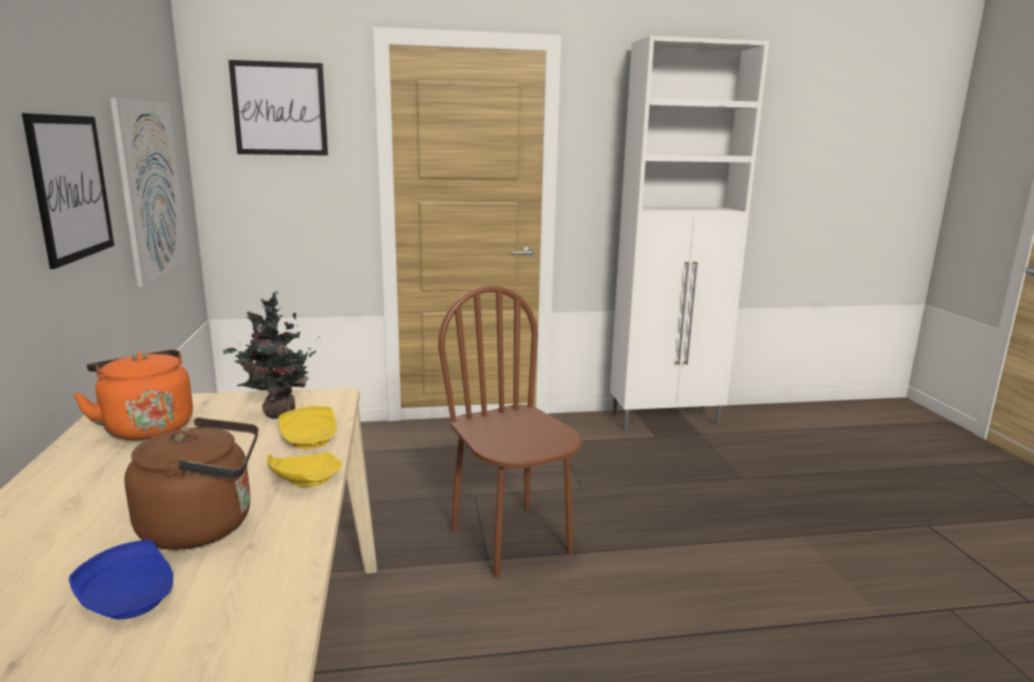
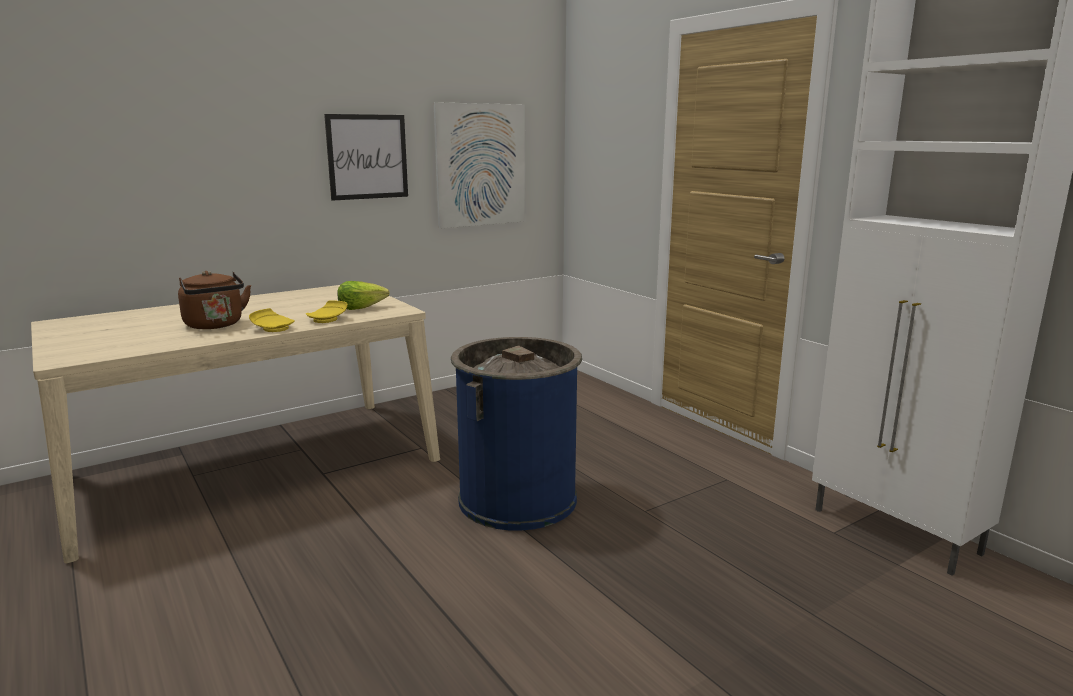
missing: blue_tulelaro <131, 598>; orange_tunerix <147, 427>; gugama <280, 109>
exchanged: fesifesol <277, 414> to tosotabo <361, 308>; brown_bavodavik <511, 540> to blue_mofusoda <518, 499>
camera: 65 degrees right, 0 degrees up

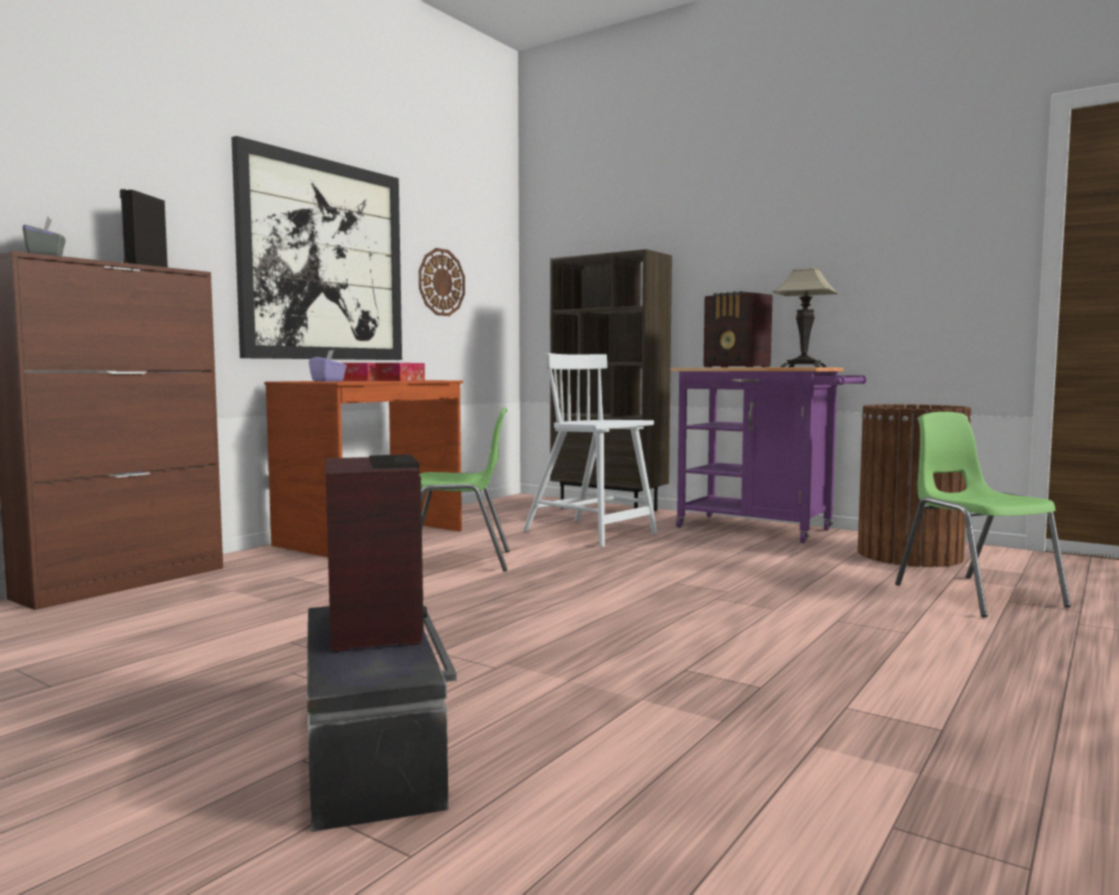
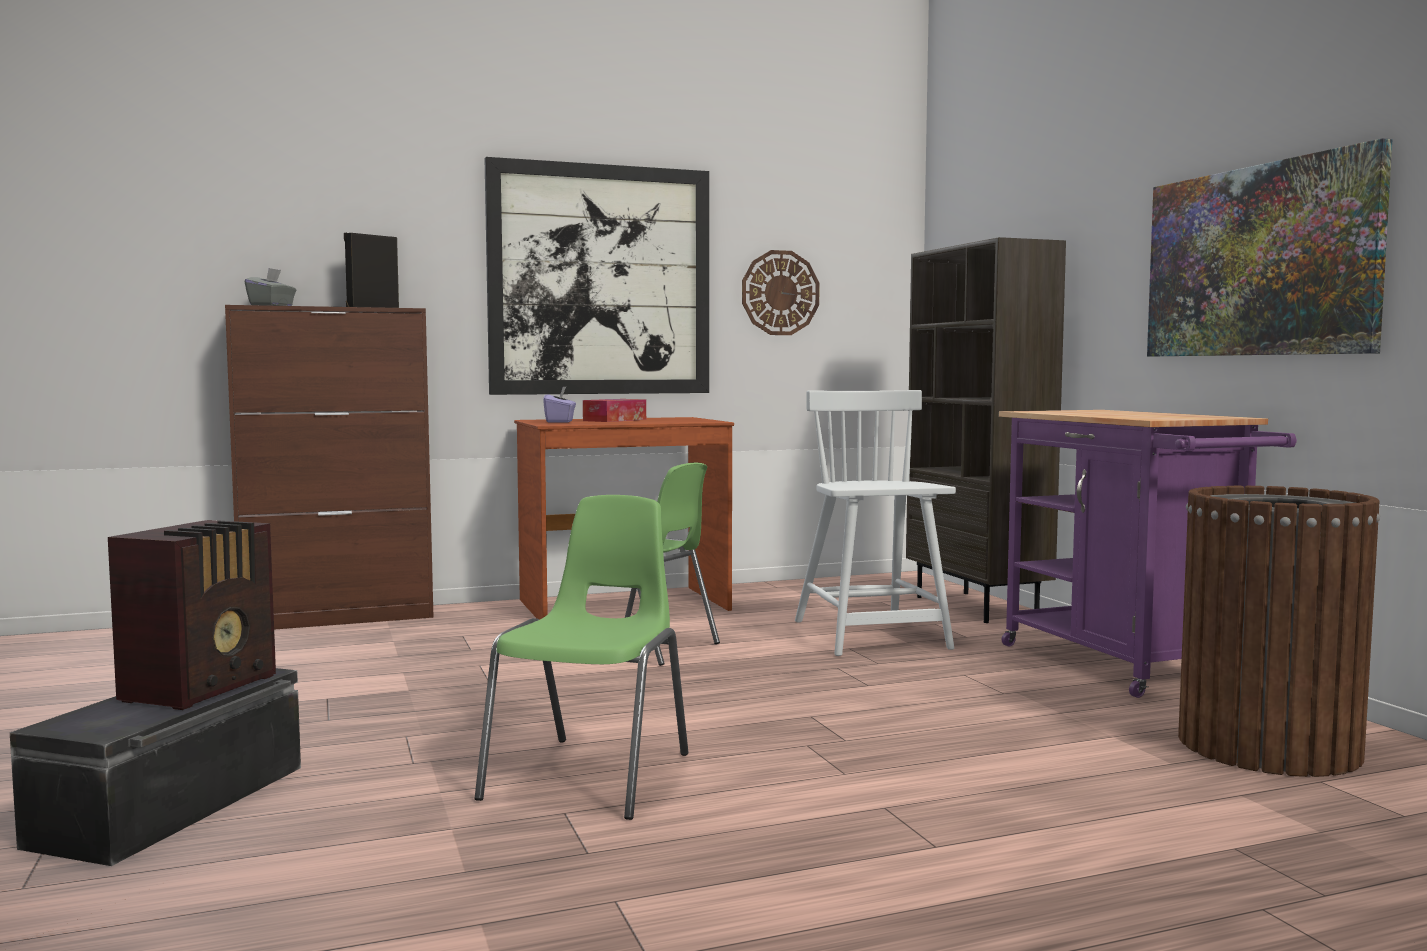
missing: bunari <400, 380>; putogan <737, 367>; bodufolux <804, 367>
appeared: gugama <1258, 261>
relocated: green_bavodavik <975, 595> to <592, 775>
camera: 35 degrees right, 0 degrees up

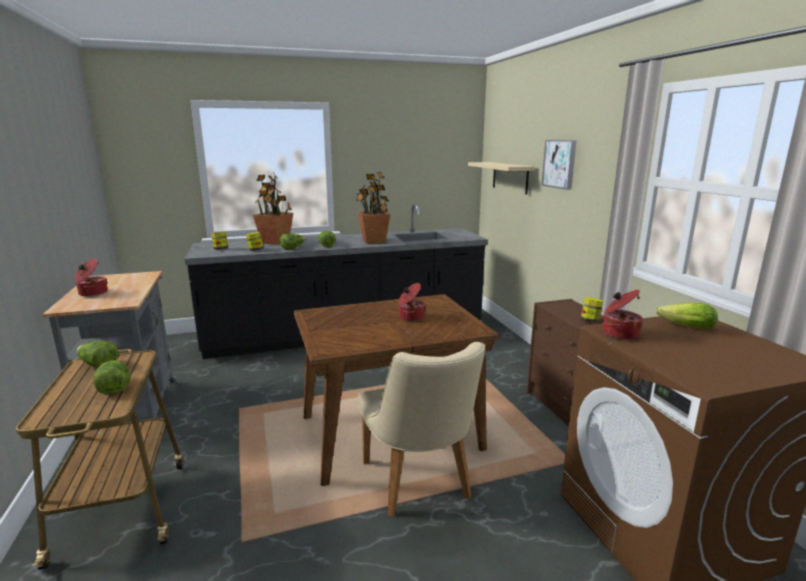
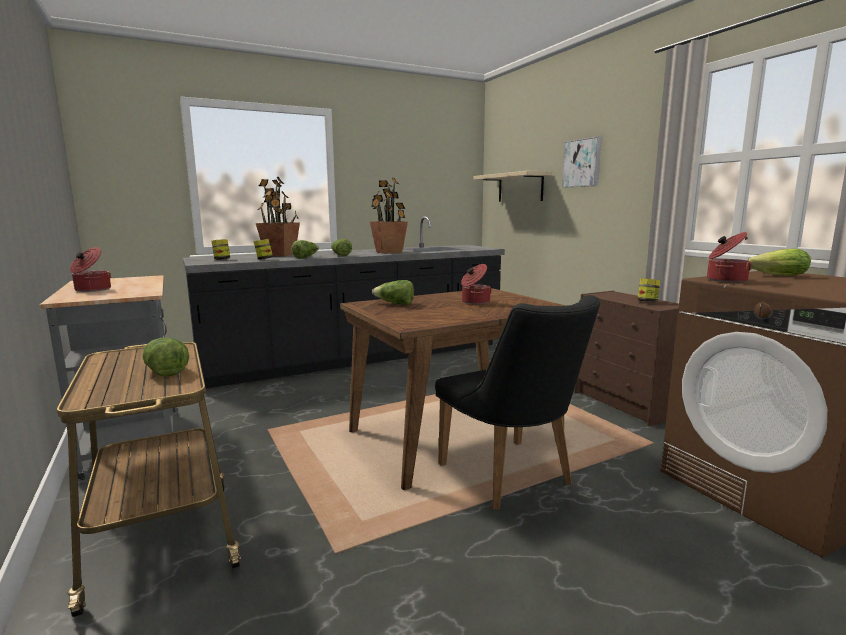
relocated: tosotabo <98, 365> to <395, 304>
colour: beige_bavodavik <420, 486> to black_bavodavik <513, 479>
camera: 10 degrees left, 5 degrees down

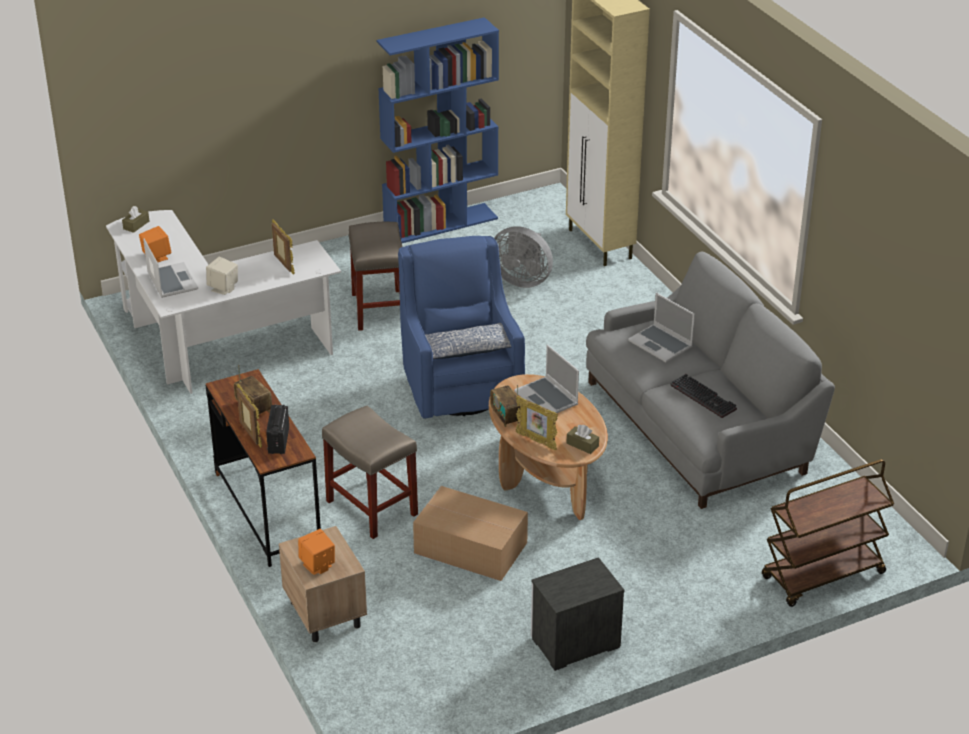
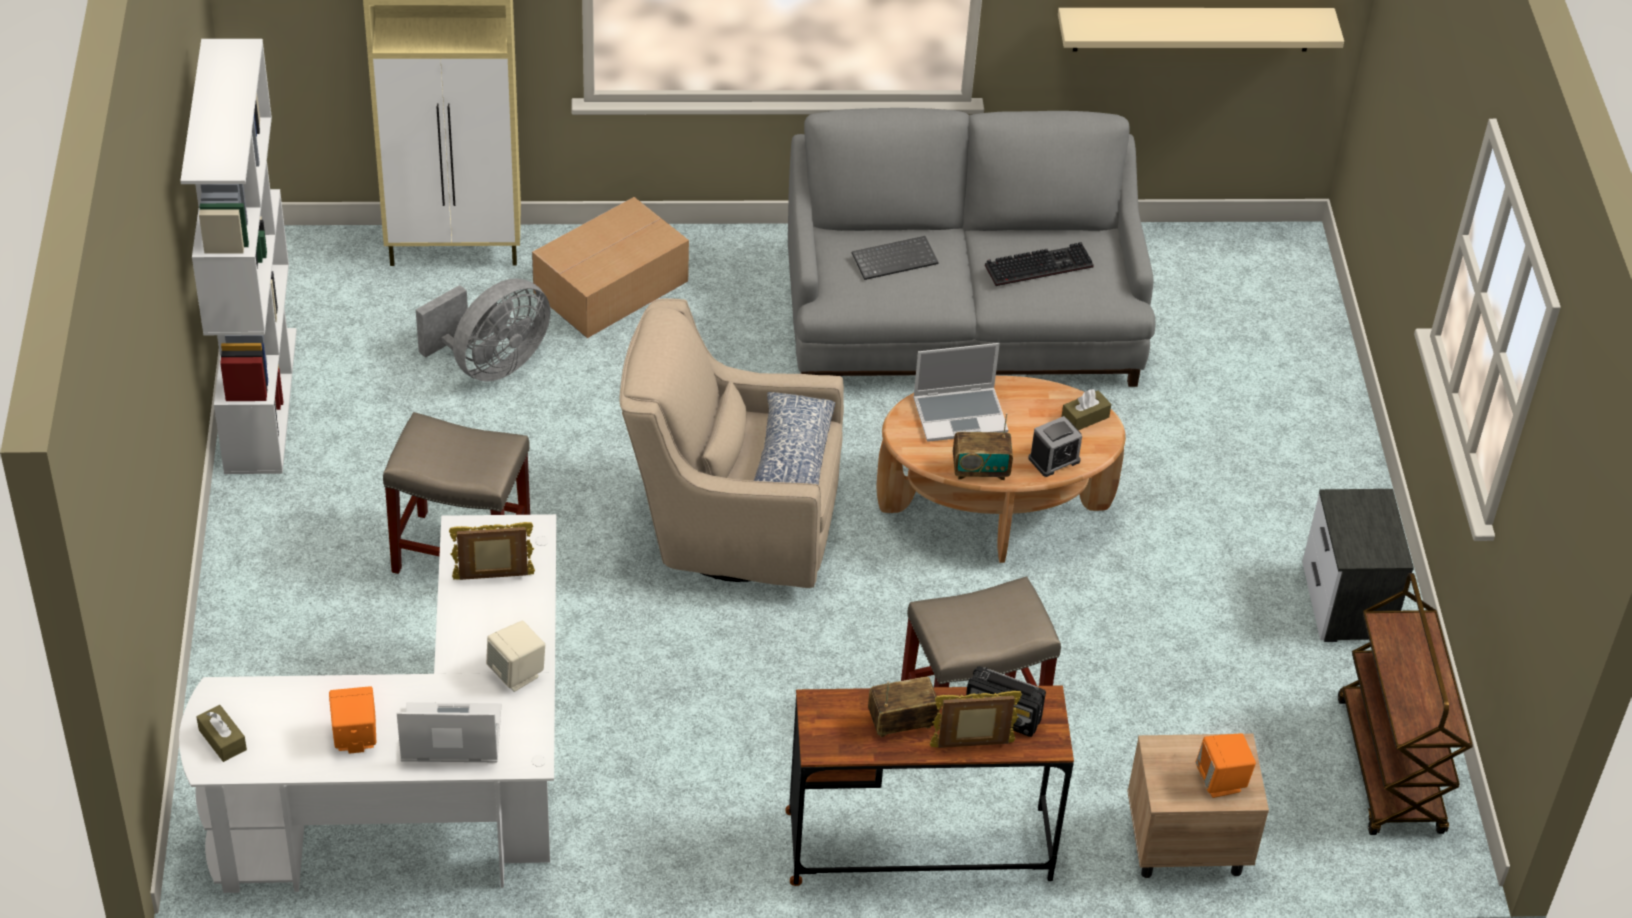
appeared: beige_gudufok <1193, 29>
relocated: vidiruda <471, 548> to <613, 286>; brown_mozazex <822, 576> to <1390, 767>
exchanged: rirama <536, 441> to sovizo <1054, 459>; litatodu <661, 344> to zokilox <895, 258>
colour: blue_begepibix <441, 224> to white_begepibix <260, 399>; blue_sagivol <460, 387> to beige_sagivol <730, 528>
camera: 70 degrees left, 10 degrees up

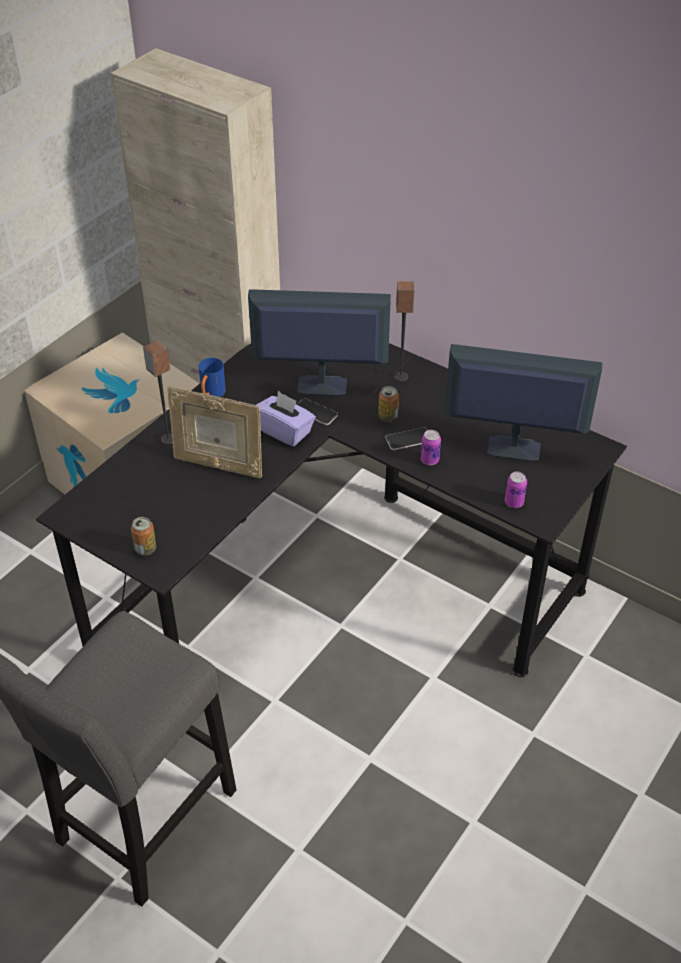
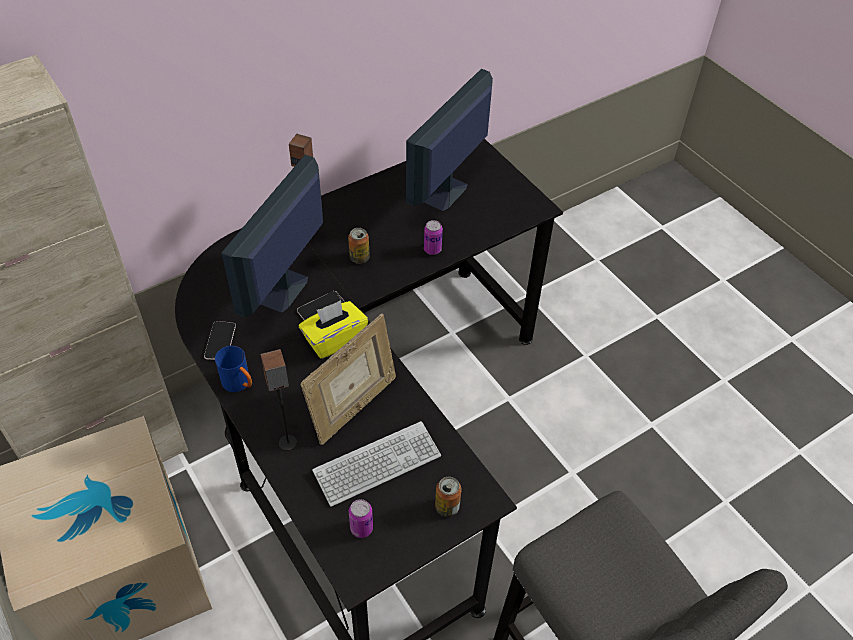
appeared: zokilox <377, 464>
relocated: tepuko <408, 439> to <220, 341>; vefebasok <514, 502> to <361, 528>
colour: purple_bunari <284, 431> to yellow_bunari <334, 339>
camera: 70 degrees left, 5 degrees up

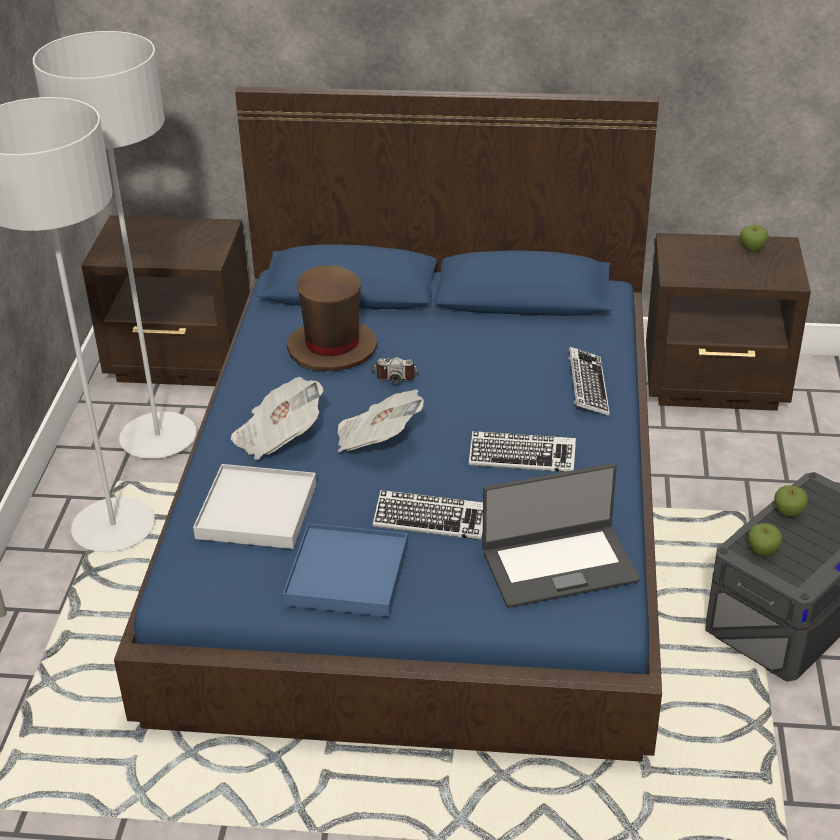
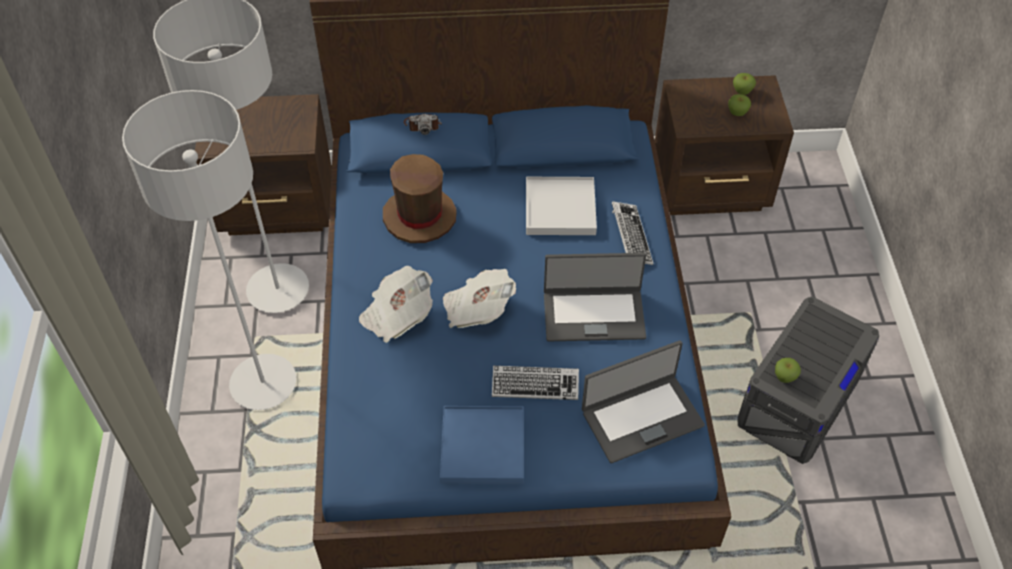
relocated: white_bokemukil <257, 511> to <560, 209>; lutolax <395, 374> to <423, 125>; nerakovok <788, 513> to <737, 113>
exchanged: zokilox <522, 457> to litatodu <593, 314>
camera: 10 degrees left, 15 degrees up

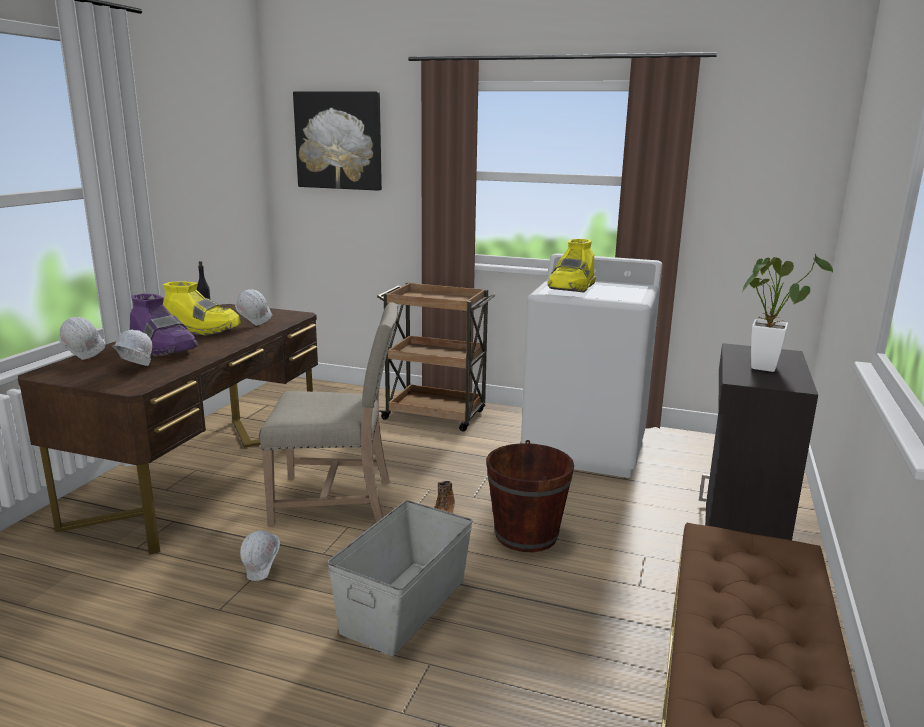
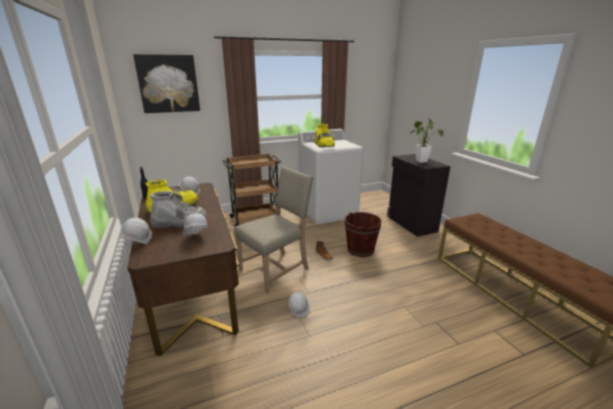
missing: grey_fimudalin <405, 605>
colour: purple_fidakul <163, 349> to grey_fidakul <180, 223>
camera: 40 degrees left, 5 degrees up

